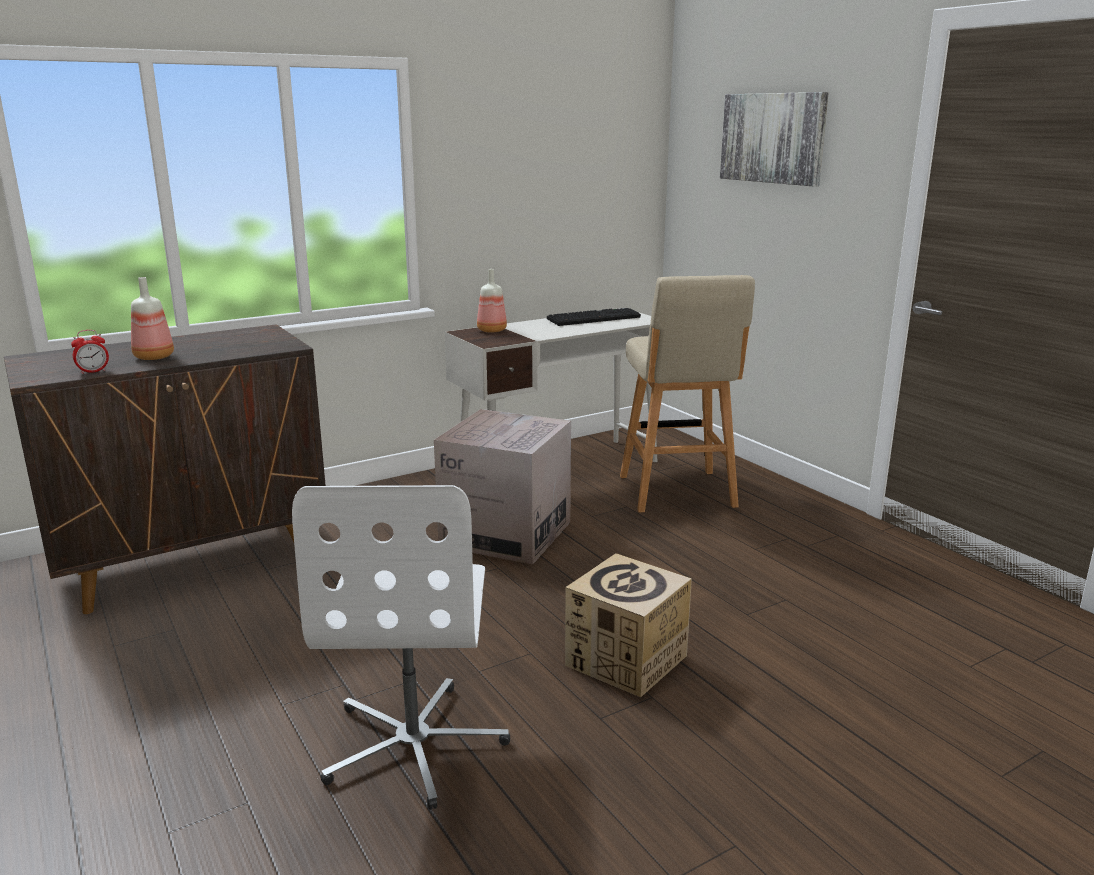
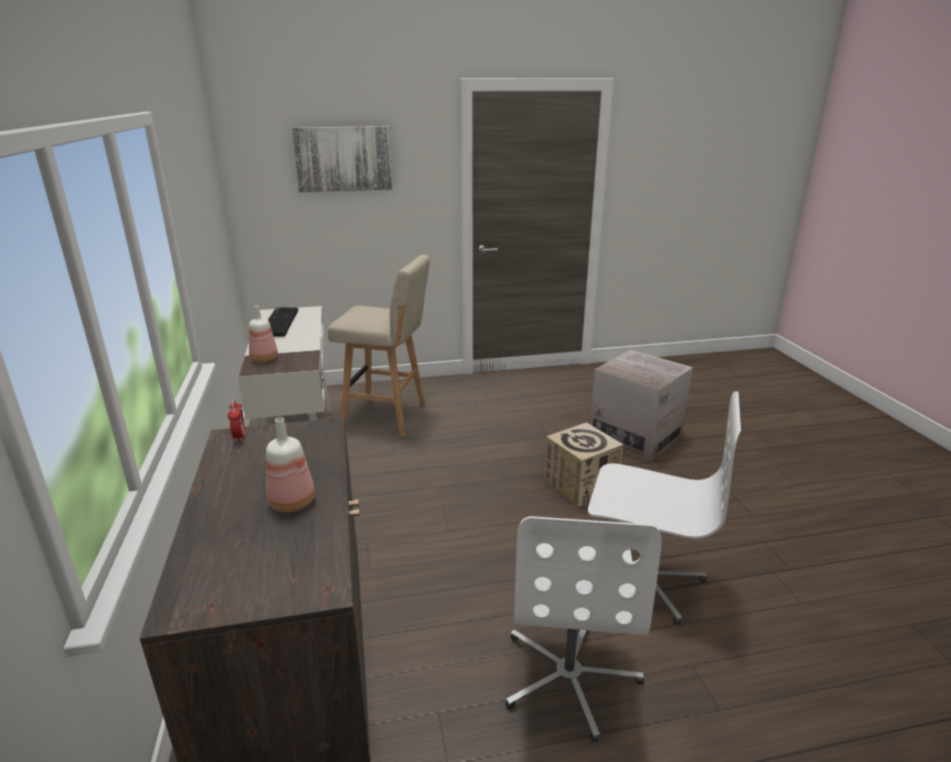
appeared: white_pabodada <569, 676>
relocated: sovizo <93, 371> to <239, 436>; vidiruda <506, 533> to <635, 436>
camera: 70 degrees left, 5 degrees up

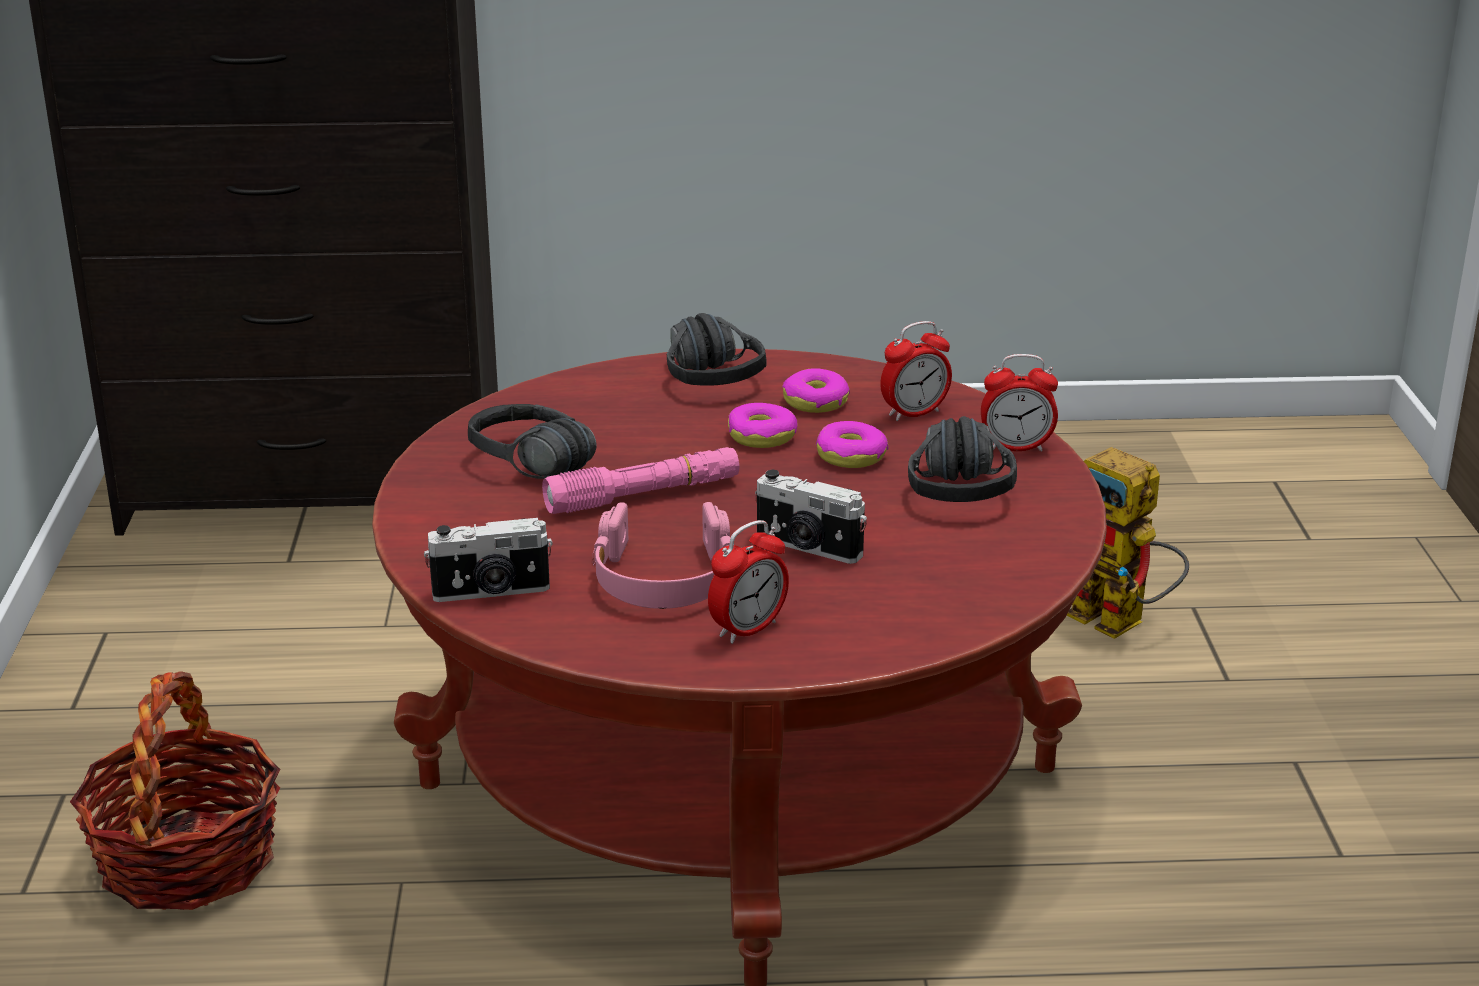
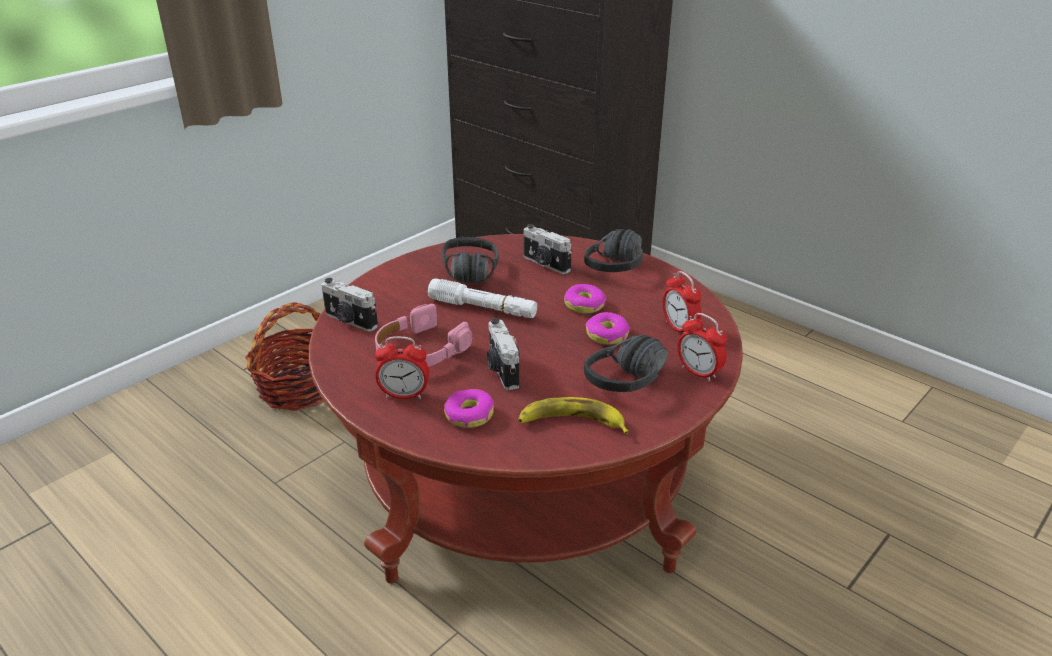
missing: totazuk <1121, 622>
appeared: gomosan <571, 423>; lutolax <545, 264>
relocated: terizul <815, 402> to <469, 415>
colour: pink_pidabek <643, 496> to white_pidabek <483, 308>
spun: sovizo <914, 413> = <679, 328> 45 degrees clockwise
camera: 45 degrees right, 5 degrees up

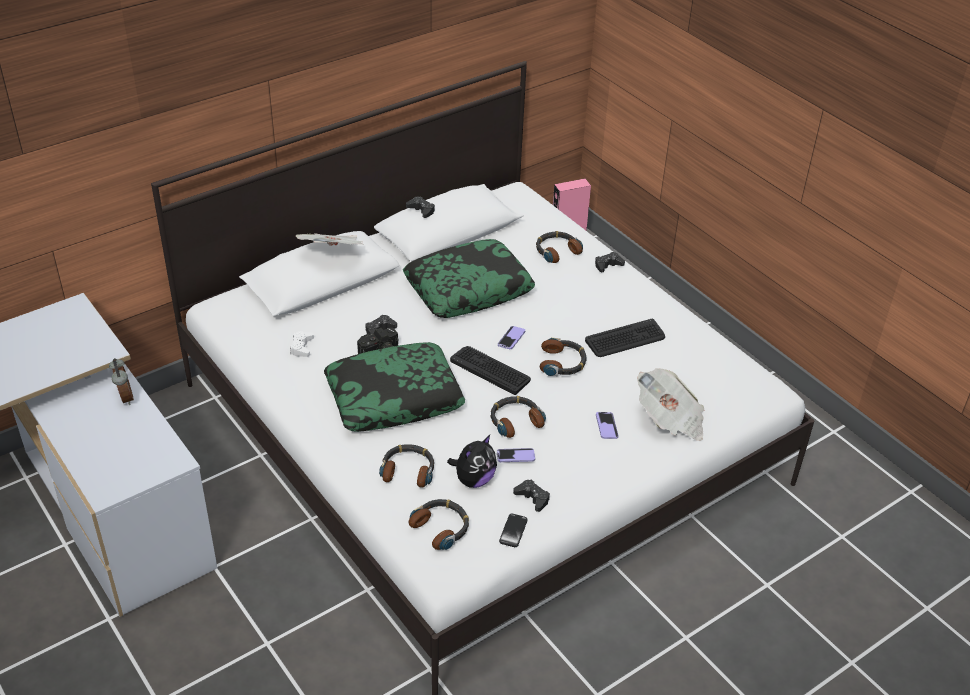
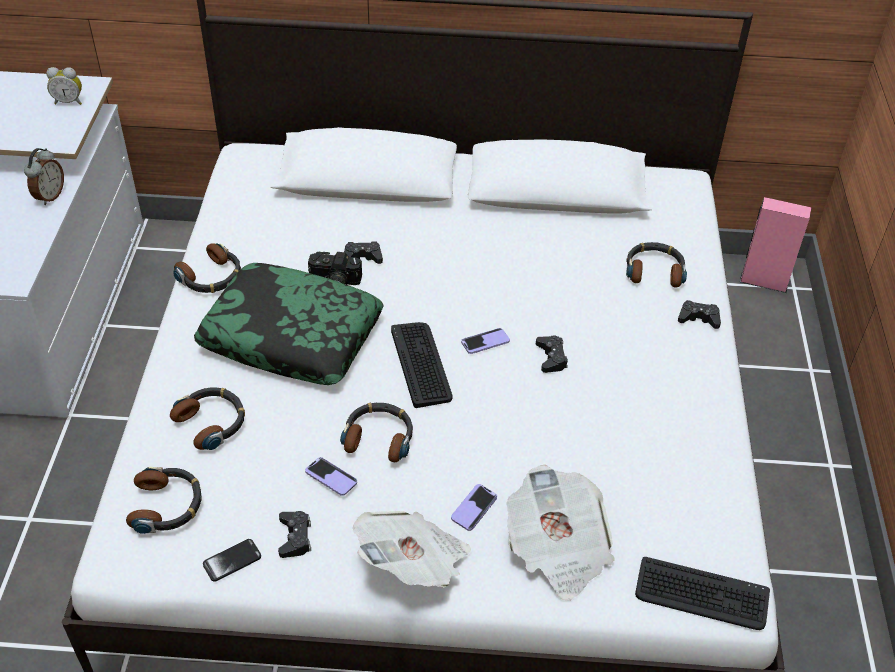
missing: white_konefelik <301, 347>; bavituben <468, 288>; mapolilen <474, 479>
appeared: sovizo <69, 101>
relocated: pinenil <333, 253> to <414, 563>; black_konefelik <421, 210> to <551, 357>; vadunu <562, 363> to <211, 277>; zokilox <625, 339> to <701, 595>
camera: 40 degrees right, 5 degrees up

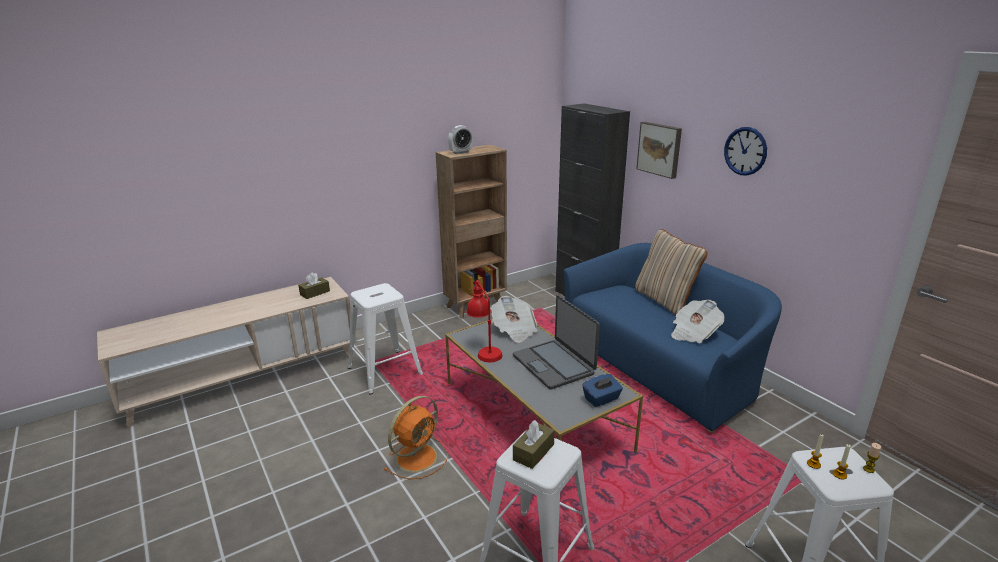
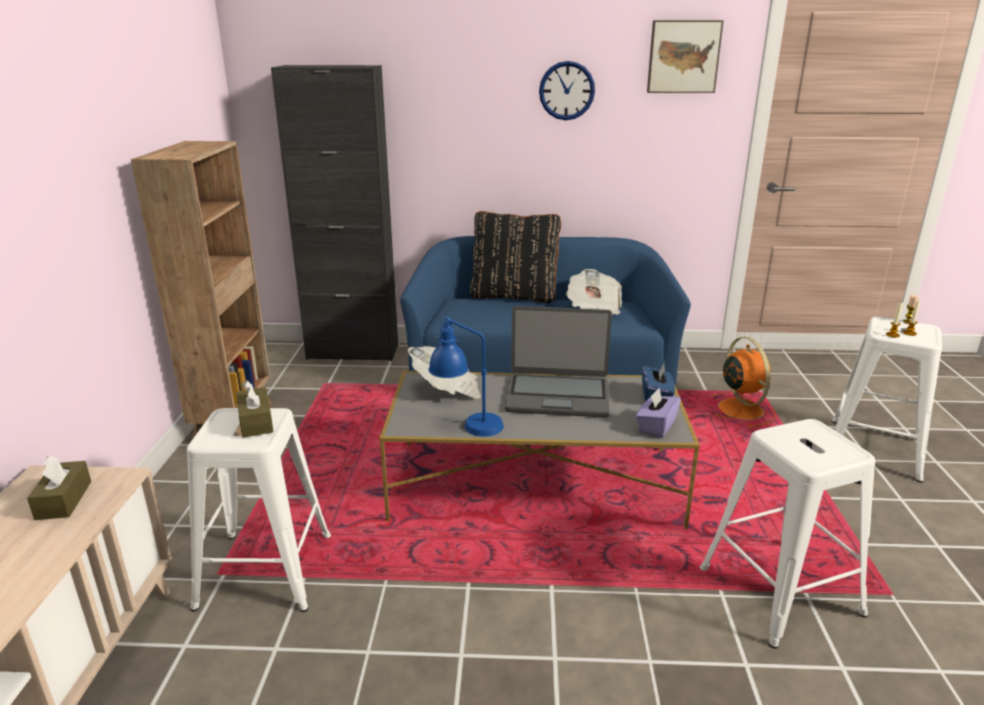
missing: sovizo <461, 152>
appeared: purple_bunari <656, 426>
relocated: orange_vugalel <418, 456> to <739, 408>; brown_bunari <533, 452> to <256, 422>; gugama <660, 149> to <683, 57>
colour: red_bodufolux <484, 350> to blue_bodufolux <466, 426>; beige_bavituben <665, 300> to black_bavituben <514, 296>
camera: 55 degrees left, 0 degrees up

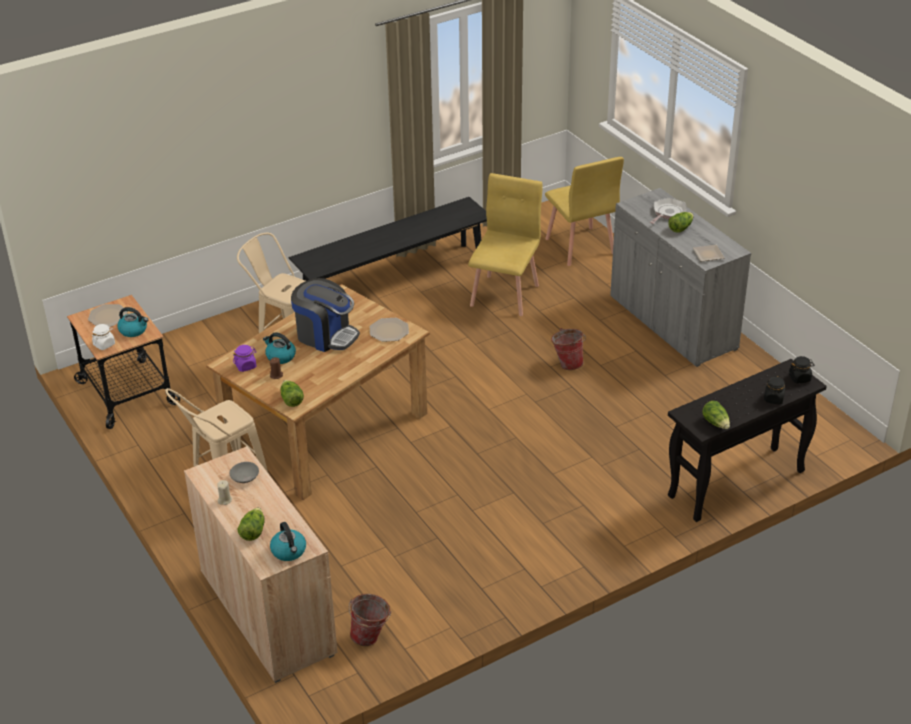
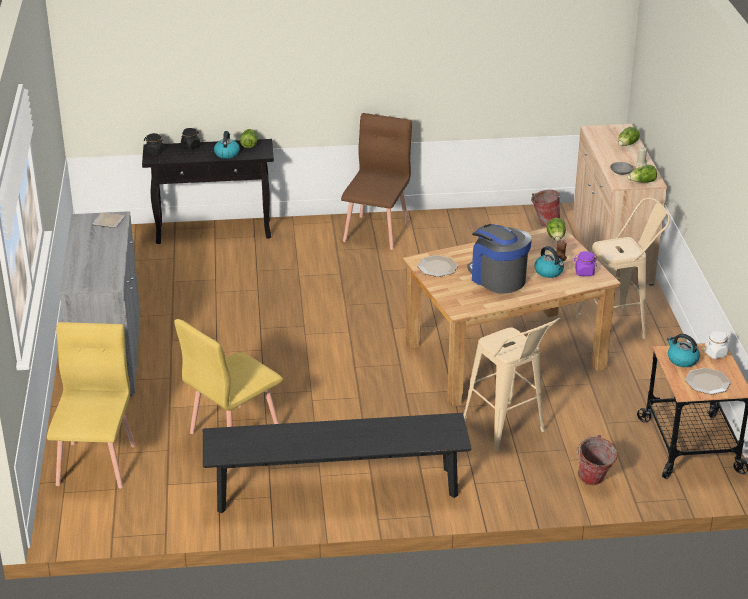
missing: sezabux <668, 213>
appeared: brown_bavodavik <377, 232>
relocated: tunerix <289, 551> to <227, 153>; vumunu <567, 363> to <593, 481>; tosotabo <680, 228> to <642, 182>
camera: 155 degrees left, 5 degrees down

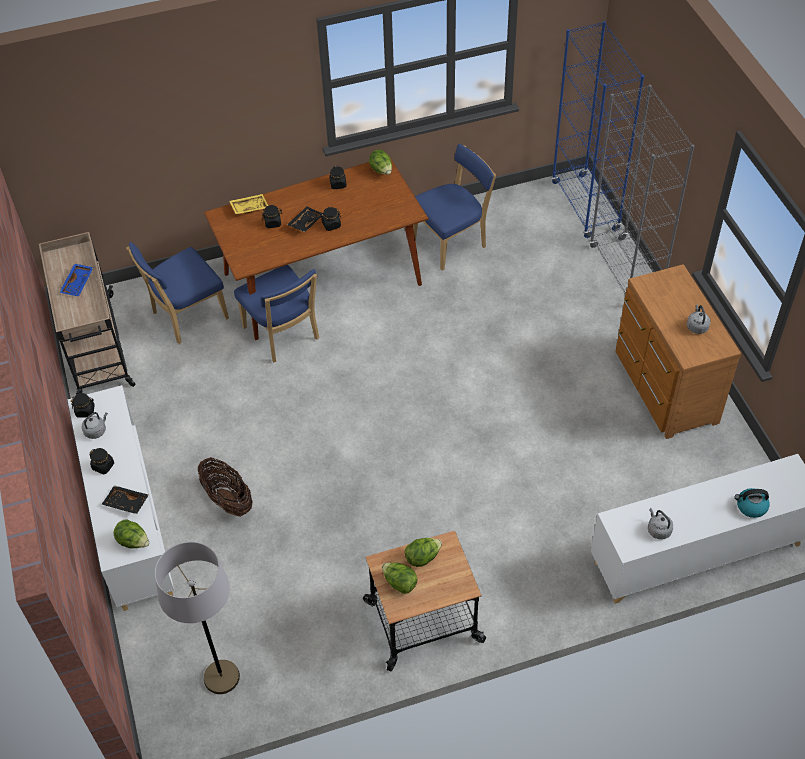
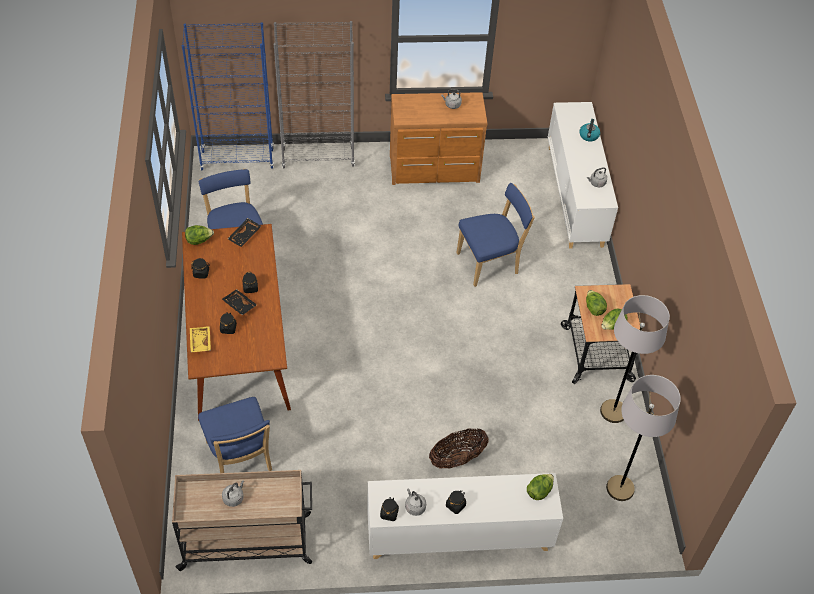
appeared: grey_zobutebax <613, 411>
relocated: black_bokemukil <126, 503> to <245, 235>; blue_bavodavik <283, 335> to <490, 263>
exchanged: blue_bokemukil <78, 283> to grey_tunerix <234, 498>
camera: 80 degrees left, 0 degrees up

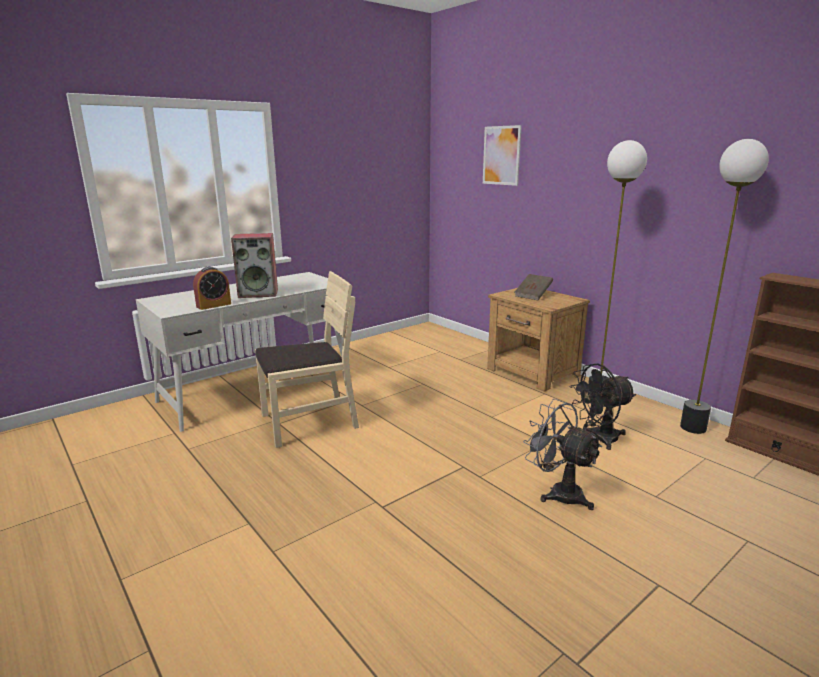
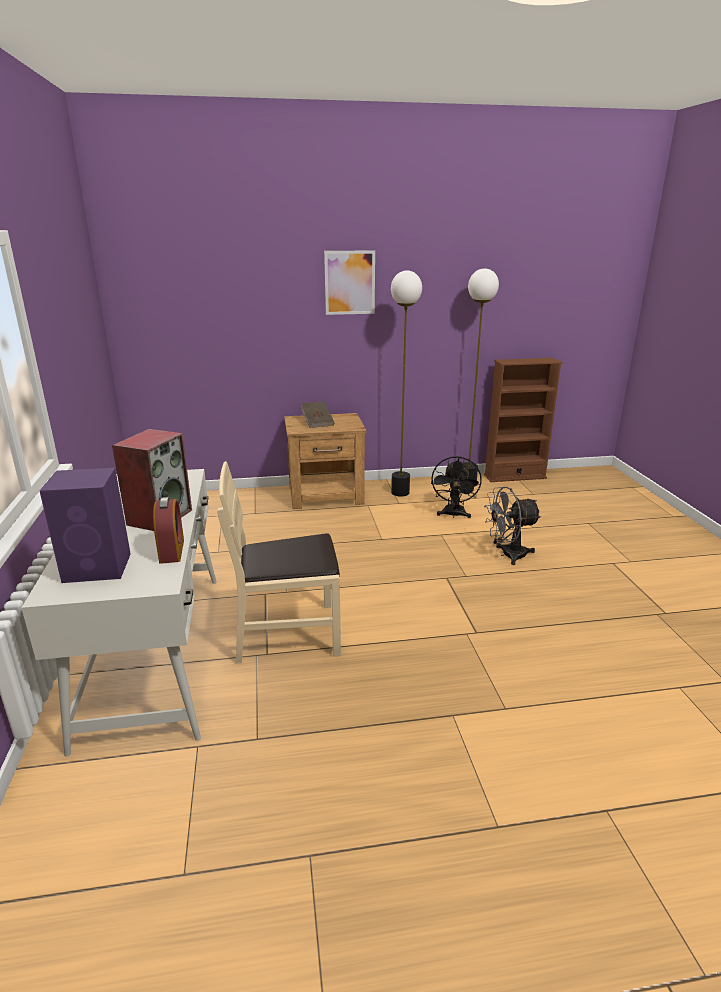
appeared: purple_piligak <99, 567>
relocated: gugama <501, 155> to <350, 282>
spun: beige_bavodavik <309, 422> = <287, 633> 105 degrees counterclockwise
camera: 60 degrees left, 5 degrees up

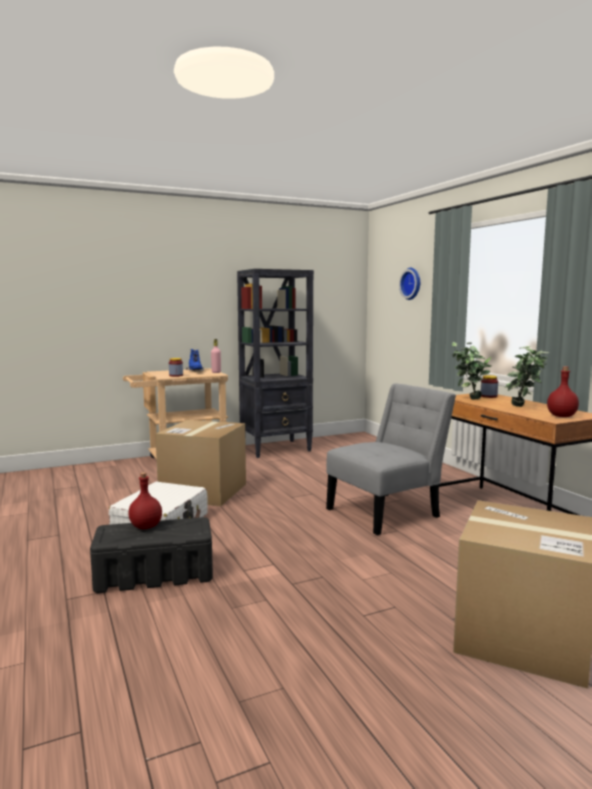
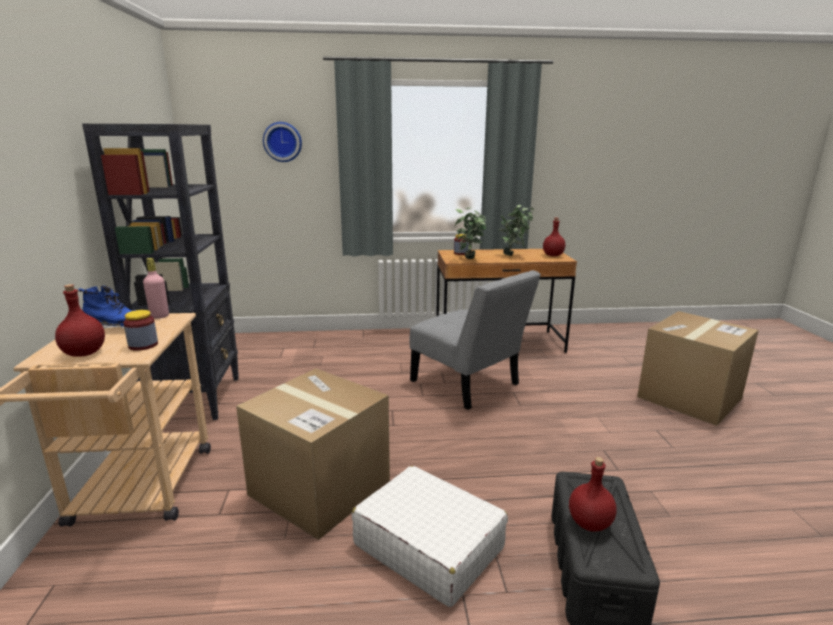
appeared: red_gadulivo <84, 353>
spun: grey_bavodavik <387, 512> = <468, 385> 150 degrees clockwise
camera: 70 degrees left, 10 degrees up

